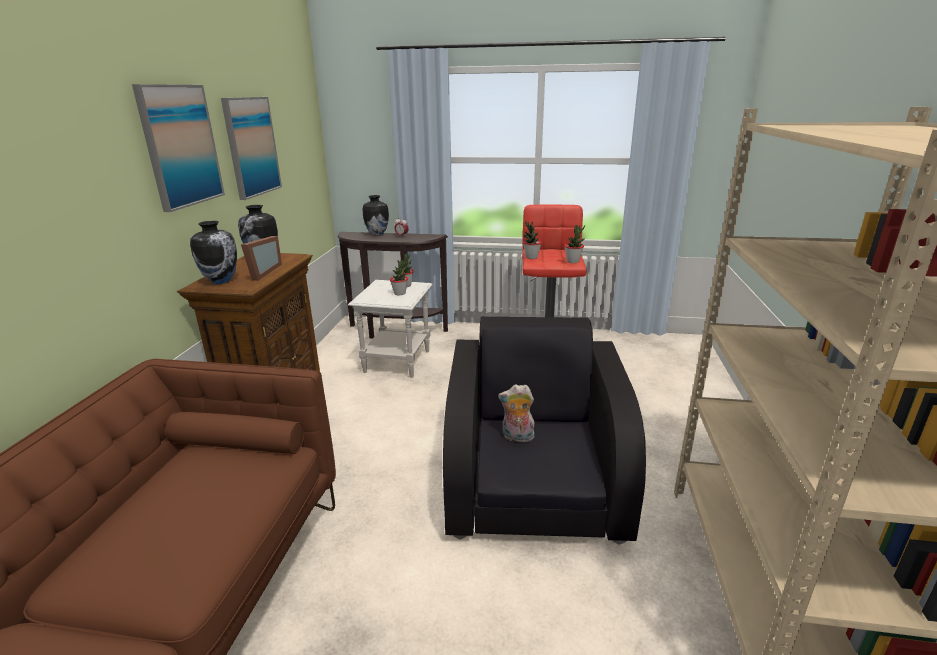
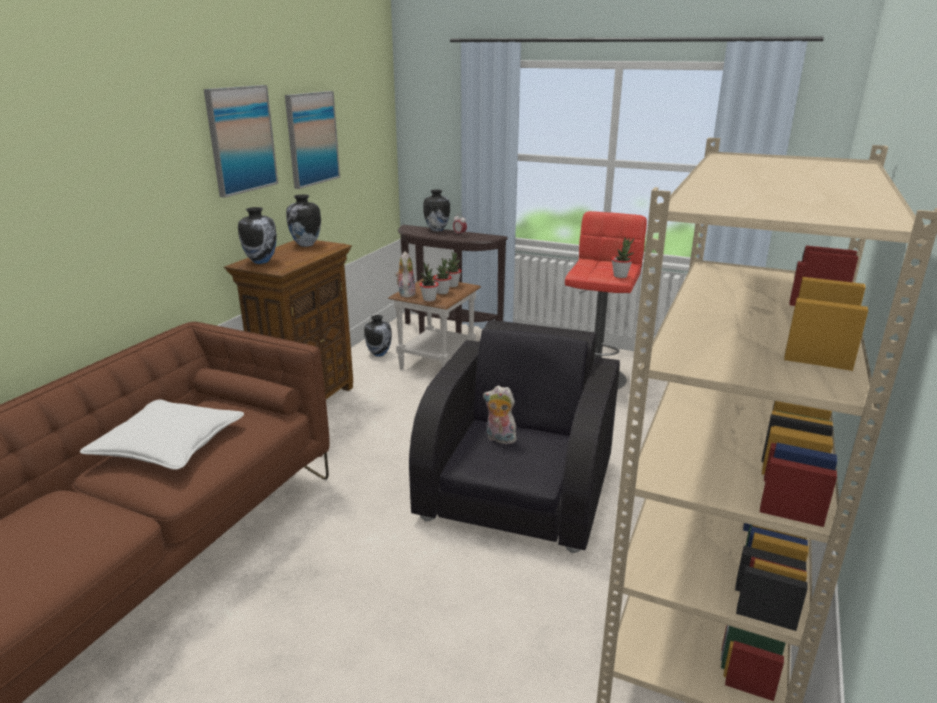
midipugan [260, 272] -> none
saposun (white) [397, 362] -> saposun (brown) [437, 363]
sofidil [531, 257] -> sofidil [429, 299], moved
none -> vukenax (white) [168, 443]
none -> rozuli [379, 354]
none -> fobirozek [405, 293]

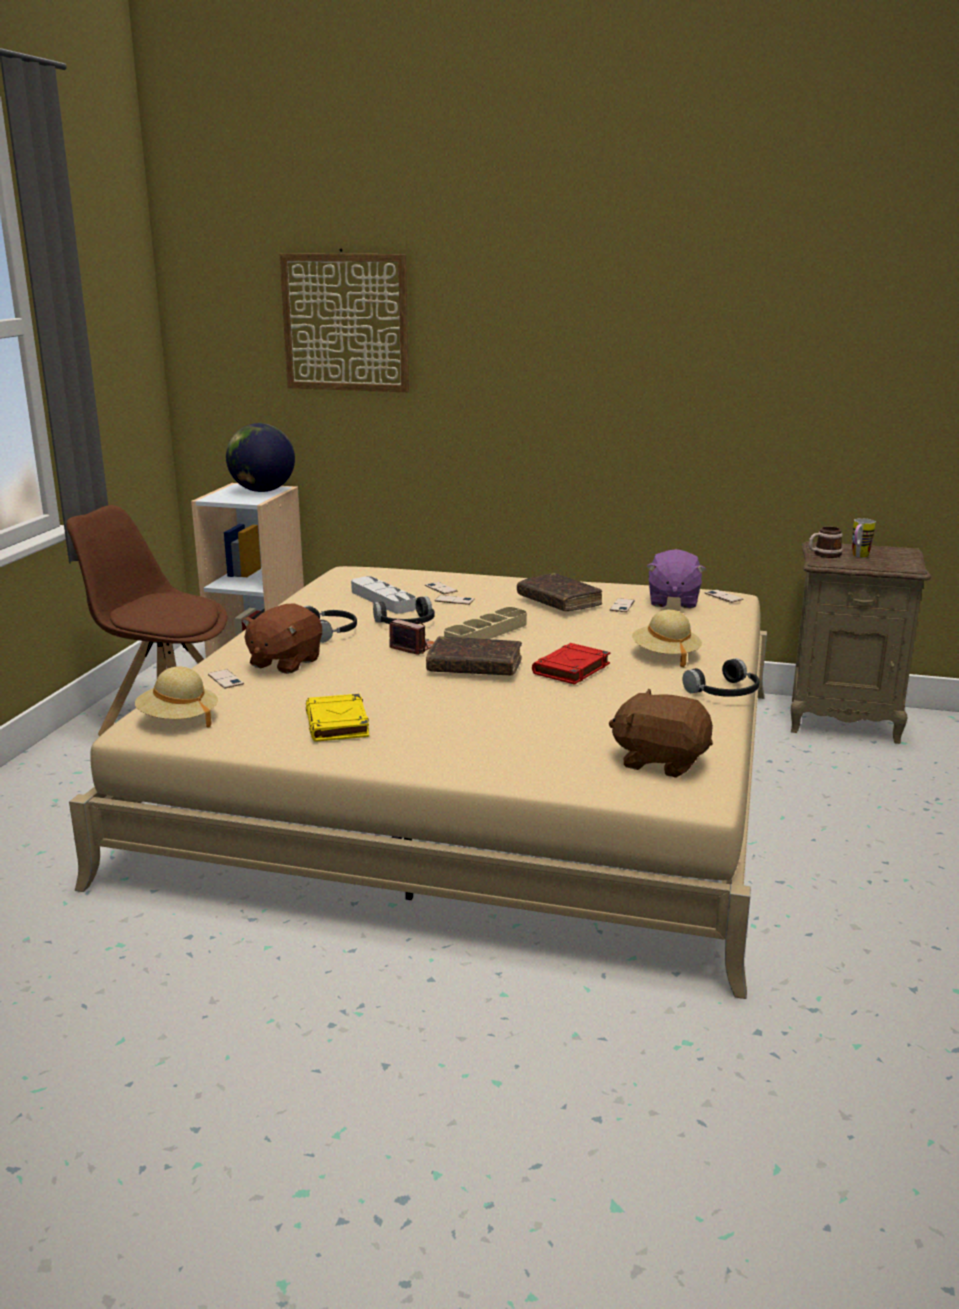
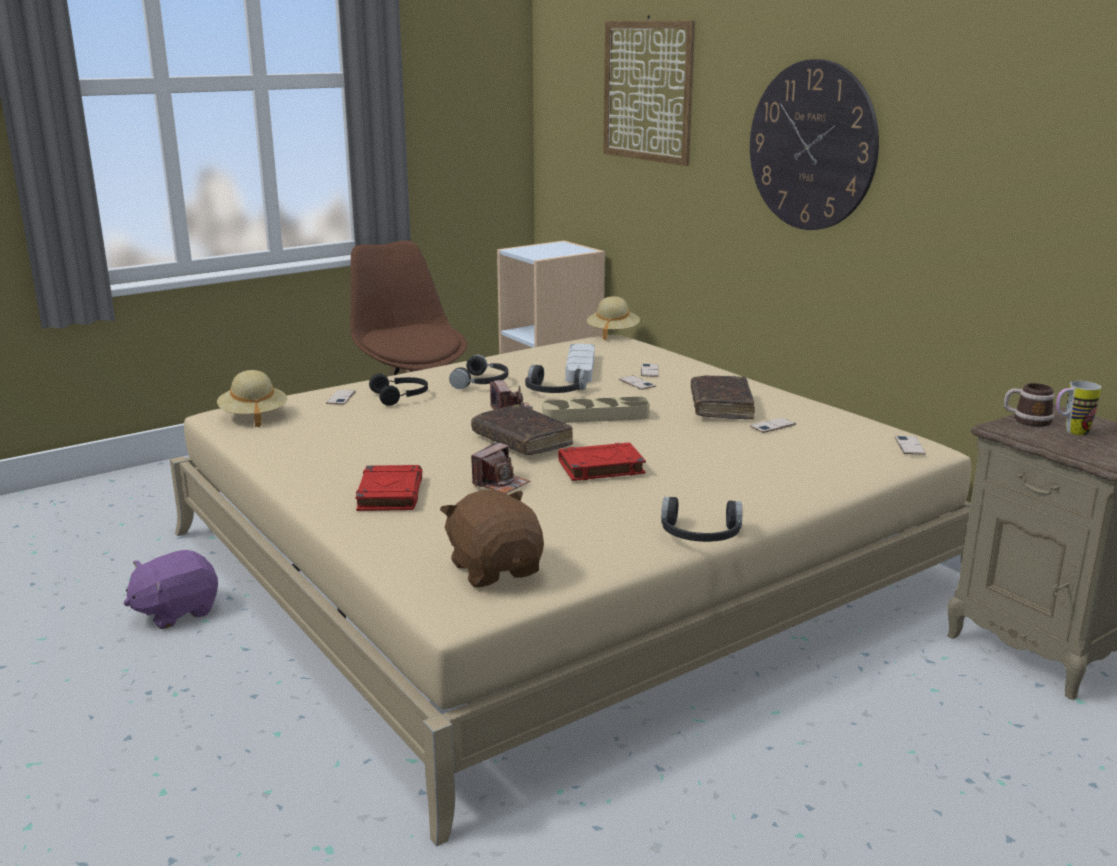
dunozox [262, 491] -> none
fobirozek (brown) [284, 662] -> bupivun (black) [401, 396]
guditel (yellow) [338, 724] -> none
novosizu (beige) [665, 655] -> novosizu (beige) [612, 333], moved
fobirozek (purple) [672, 601] -> fobirozek (purple) [176, 611], moved
none -> guditel (red) [389, 494]
none -> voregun [500, 484]
none -> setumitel [812, 146]

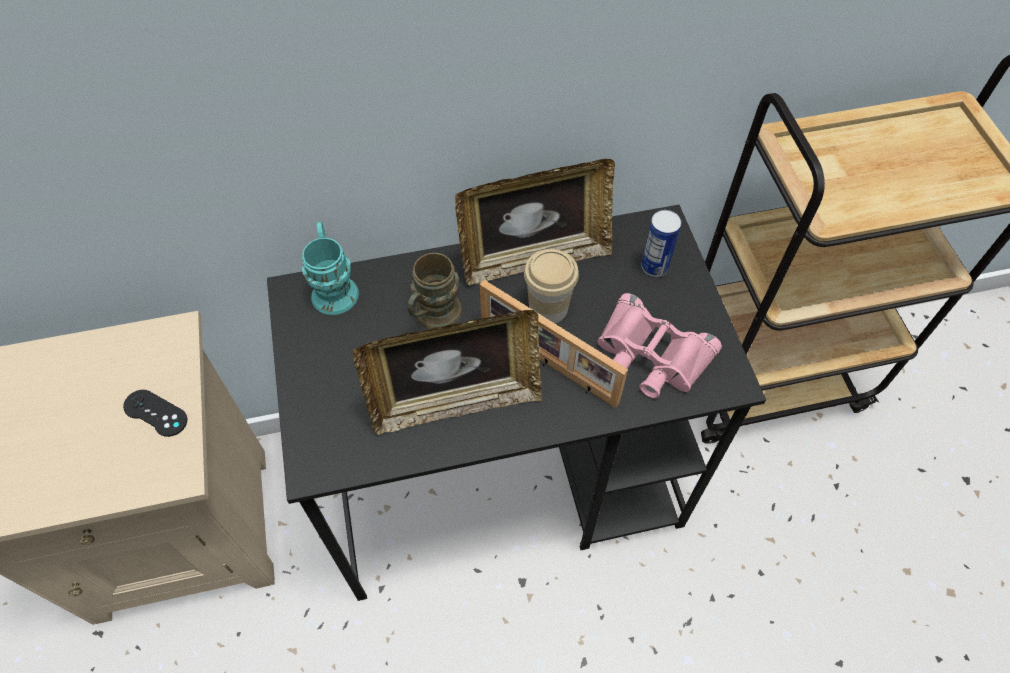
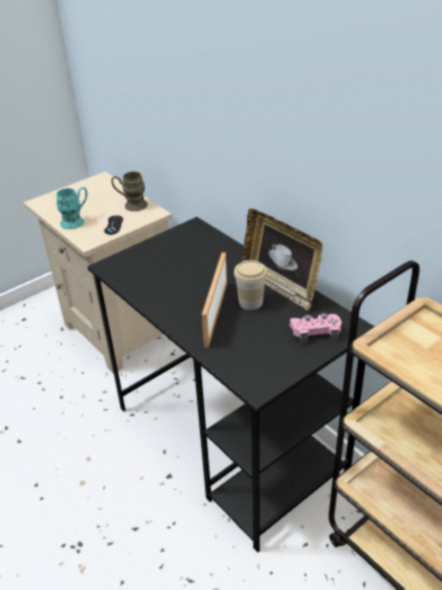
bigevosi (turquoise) [334, 287] -> bigevosi (turquoise) [76, 221], moved
midipugan [455, 402] -> none
bigevosi (brown) [433, 317] -> bigevosi (brown) [131, 205], moved
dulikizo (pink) [650, 355] -> none
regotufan [654, 267] -> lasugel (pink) [315, 332]

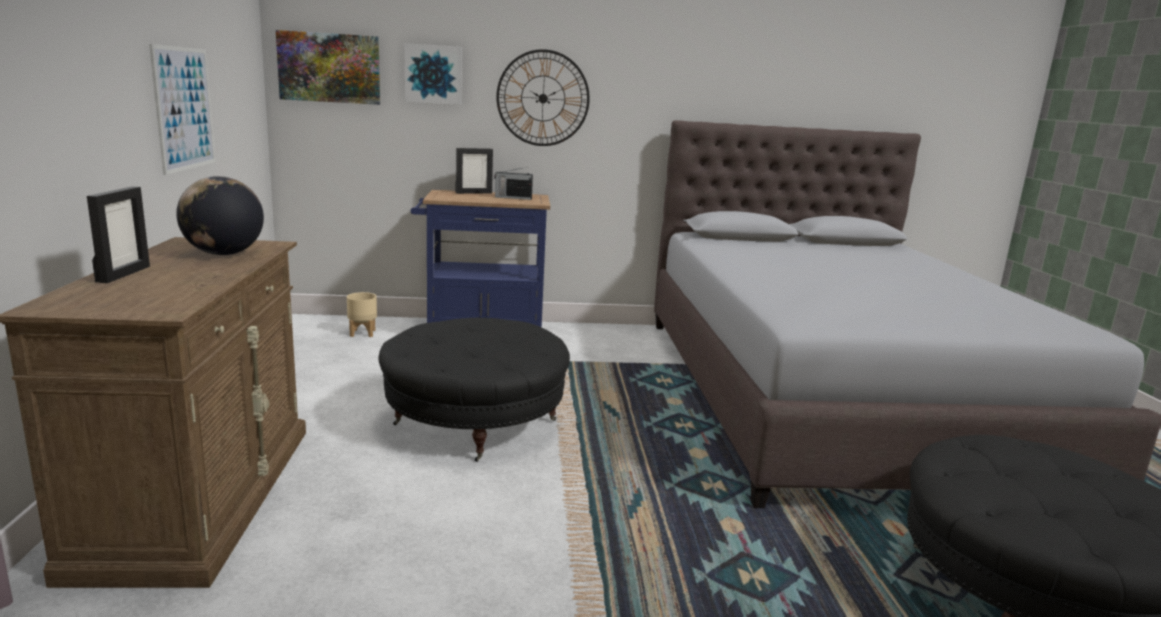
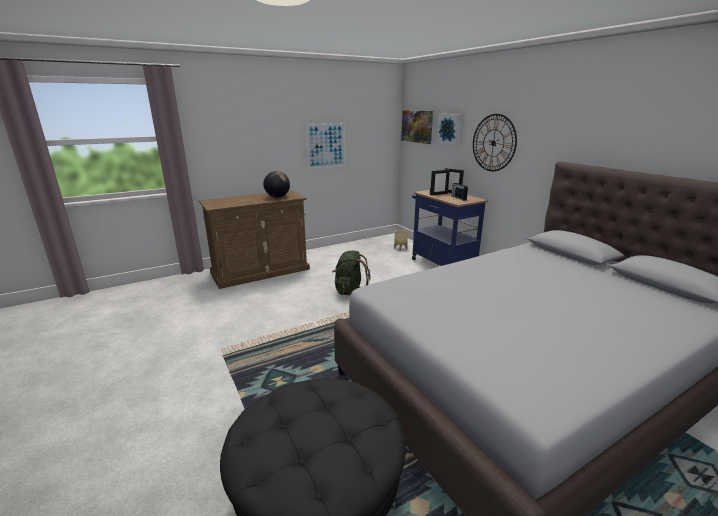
midipugan [123, 274] -> midipugan [438, 194], moved
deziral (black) [475, 422] -> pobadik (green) [349, 290]

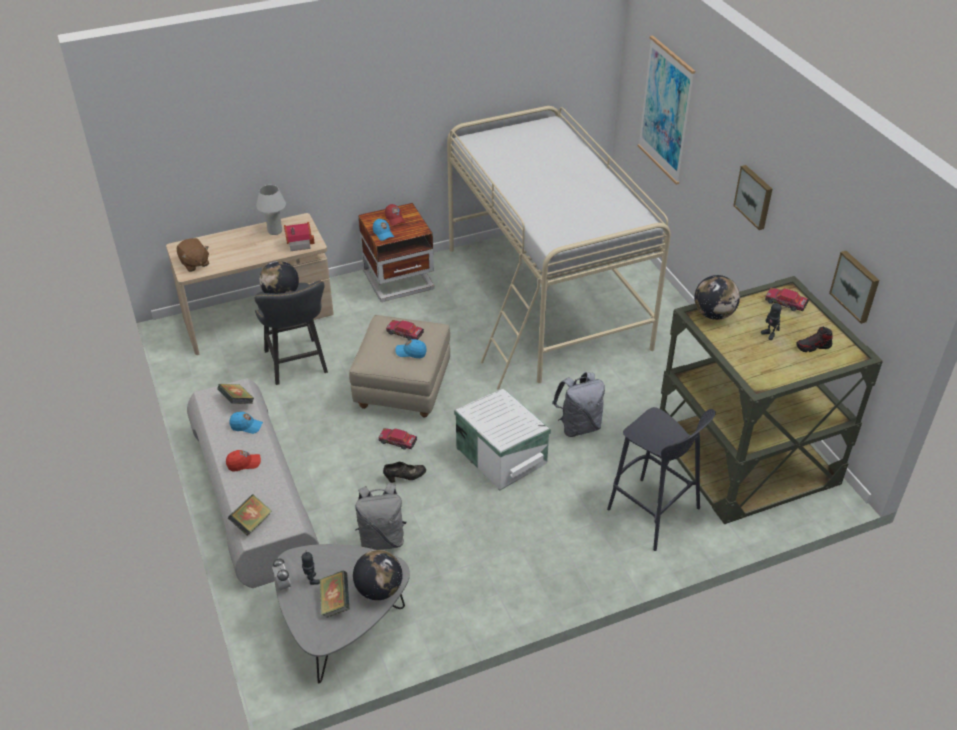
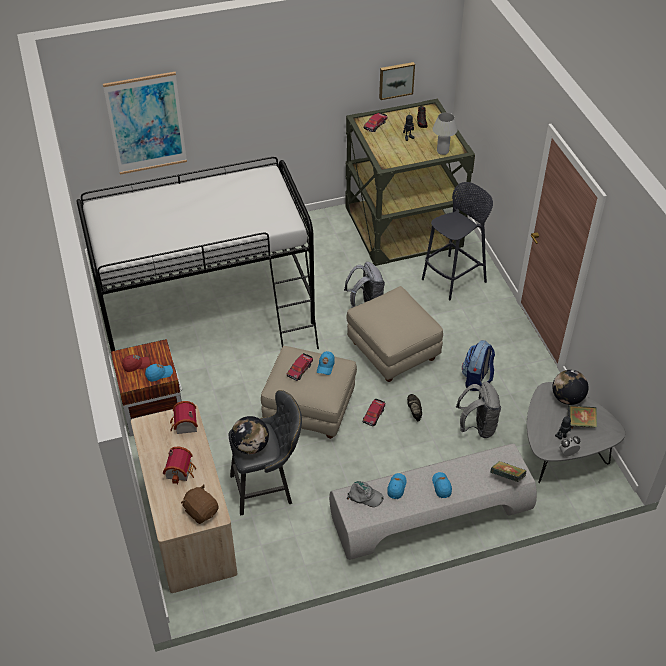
fobirozek (brown) [194, 263] -> fobirozek (brown) [201, 511], 105 degrees counterclockwise
guditel [237, 402] -> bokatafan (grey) [364, 496]
bokatafan (red) [244, 463] -> bokatafan (blue) [442, 486]
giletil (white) [275, 231] -> giletil (white) [442, 151], moved
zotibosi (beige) [545, 300] -> zotibosi (black) [208, 309]
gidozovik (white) [501, 454] -> deziral (beige) [392, 351]
dunozox [713, 314] -> none
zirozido [754, 196] -> none
none -> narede [181, 470]
none -> pobadik [477, 379]

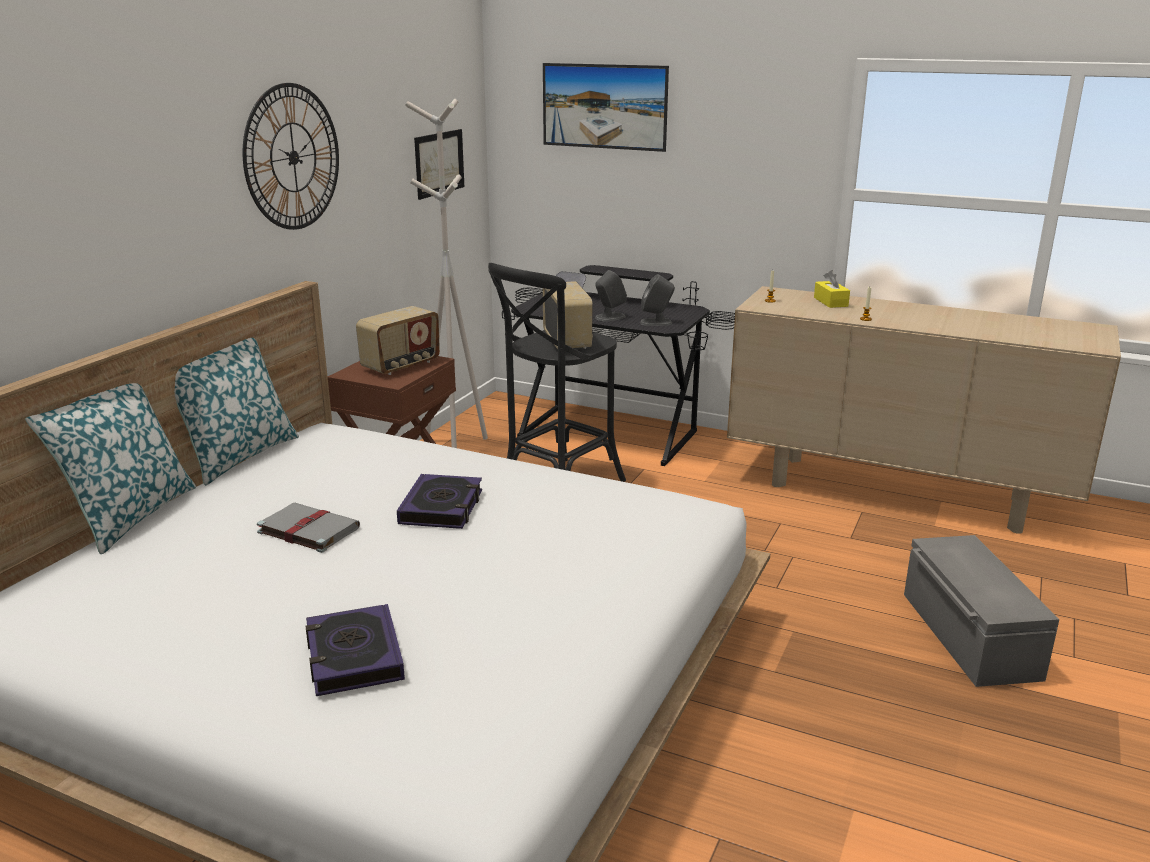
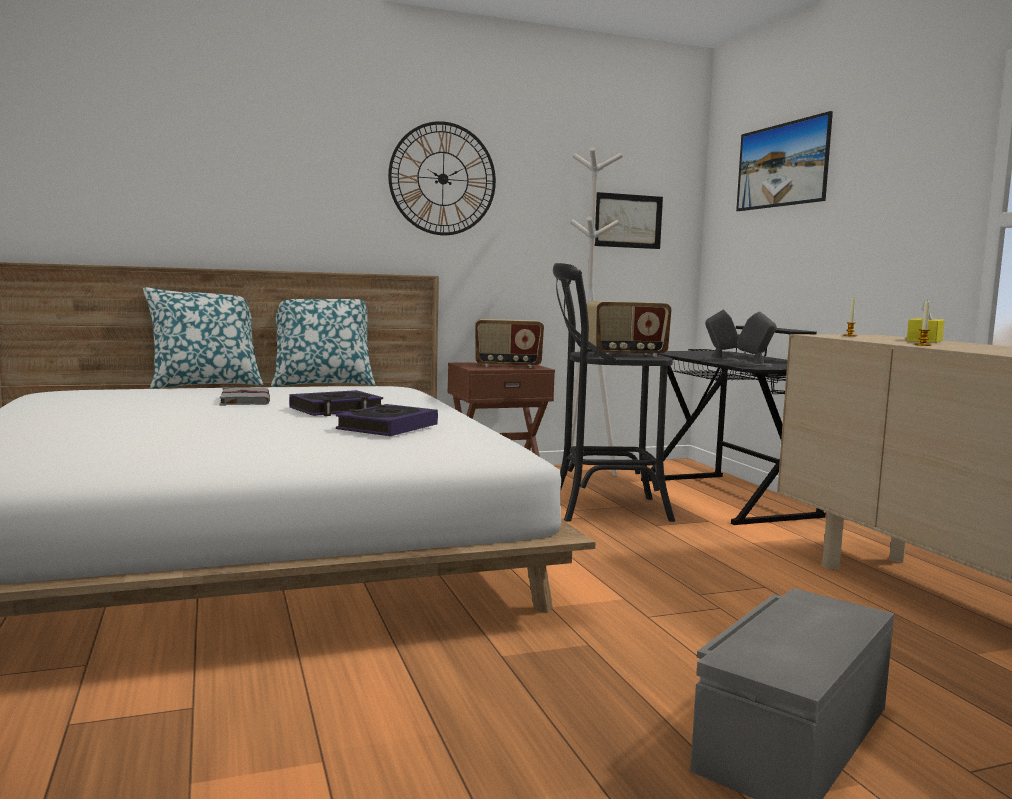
guditel [354, 657] -> guditel [387, 427], moved
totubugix [568, 341] -> totubugix [626, 355], 45 degrees clockwise

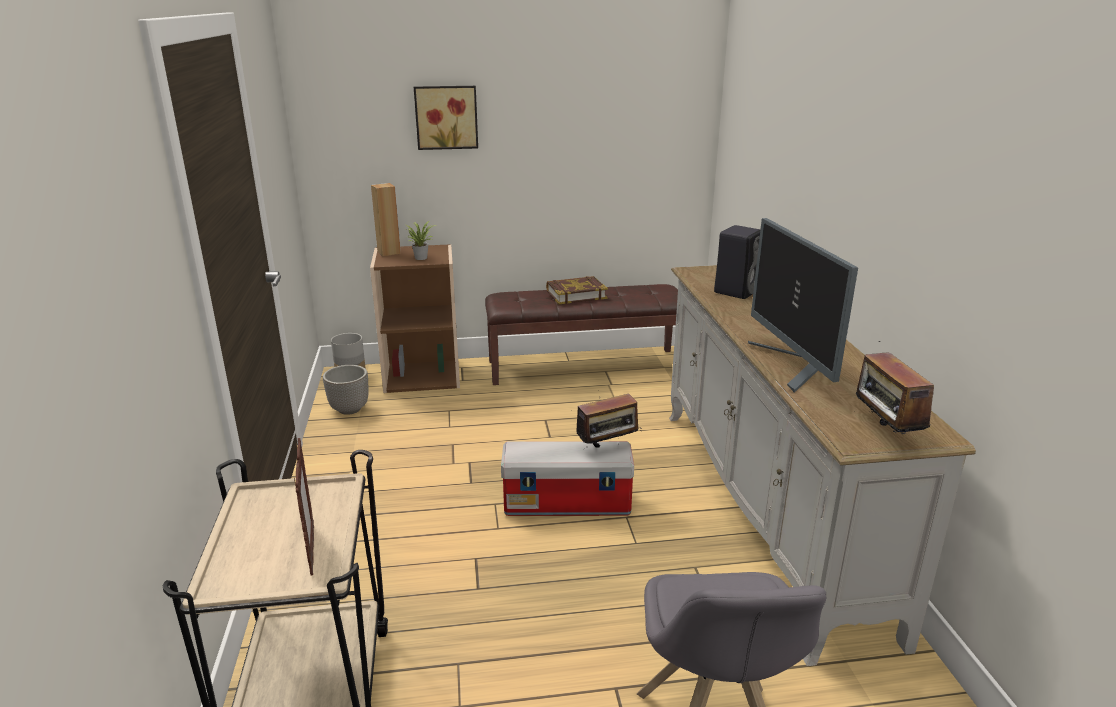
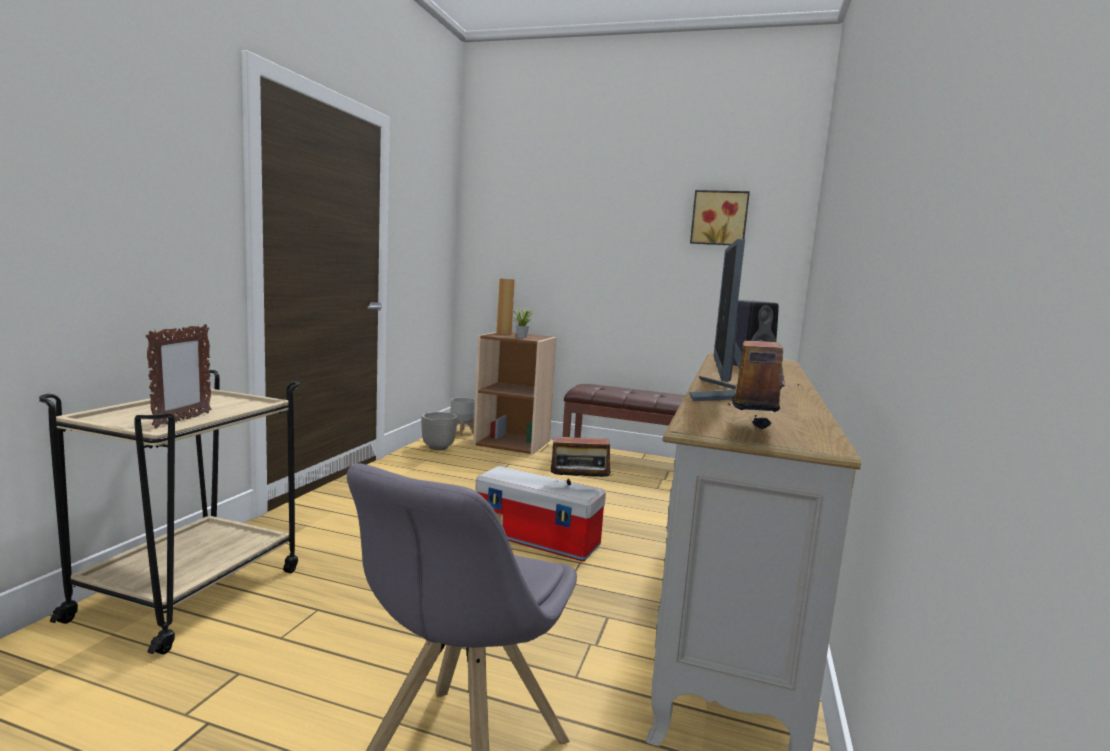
zirozido [446, 117] -> zirozido [719, 218], moved
guditel [576, 294] -> none

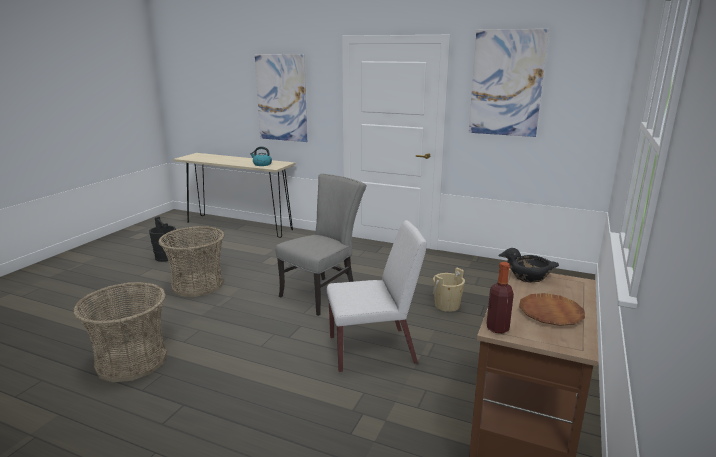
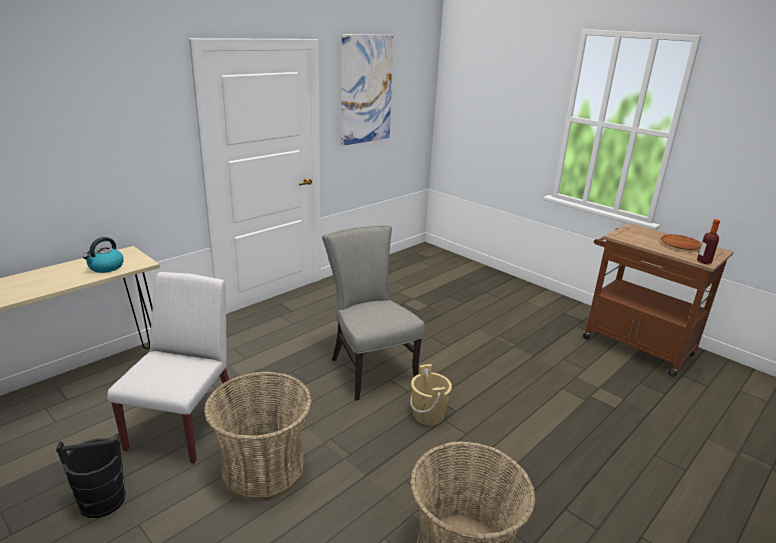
zirozido [281, 98] -> none
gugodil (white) [373, 349] -> gugodil (white) [183, 425], moved
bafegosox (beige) [447, 305] -> bafegosox (beige) [428, 414], moved
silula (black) [529, 277] -> none

